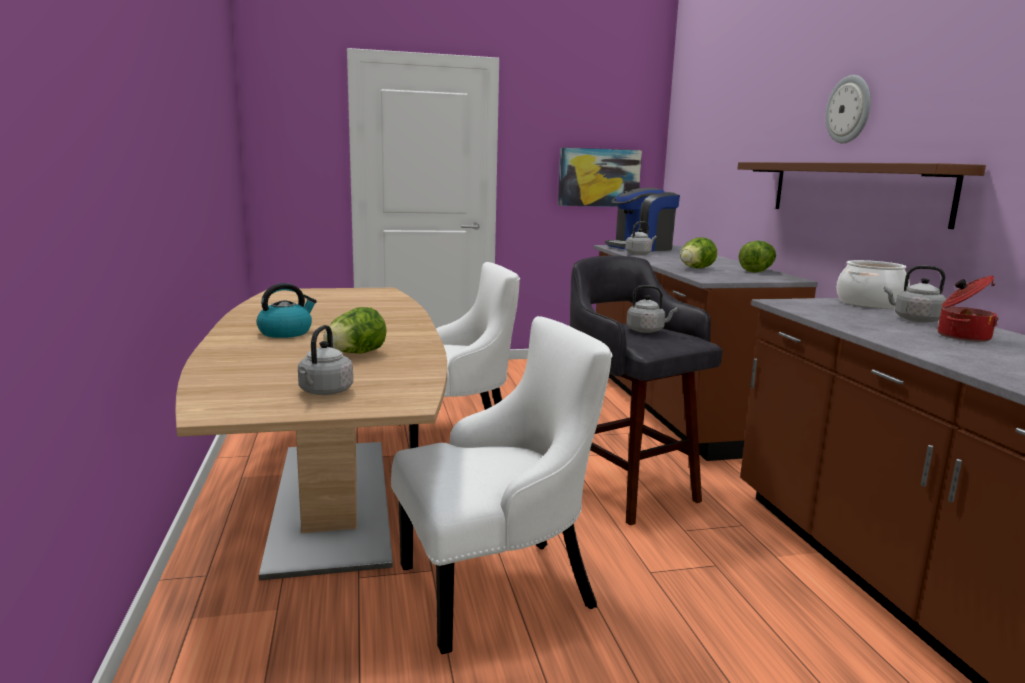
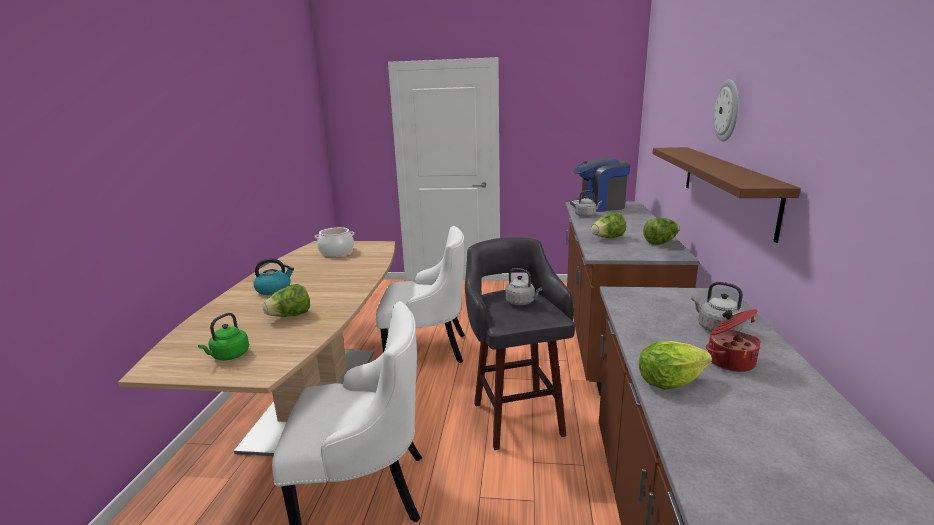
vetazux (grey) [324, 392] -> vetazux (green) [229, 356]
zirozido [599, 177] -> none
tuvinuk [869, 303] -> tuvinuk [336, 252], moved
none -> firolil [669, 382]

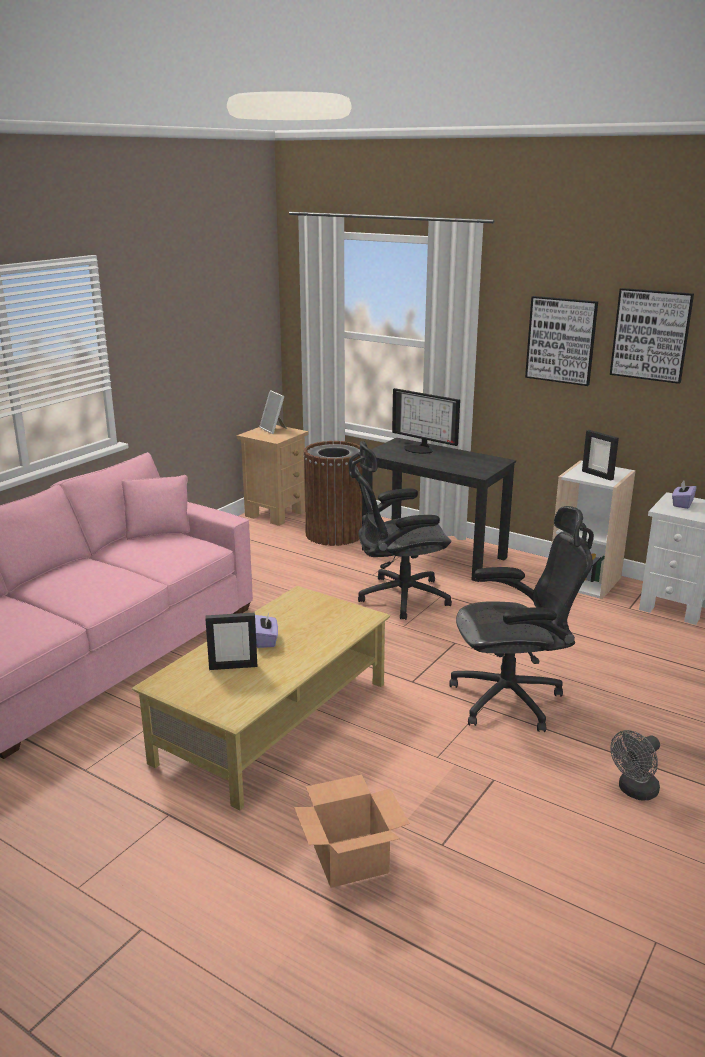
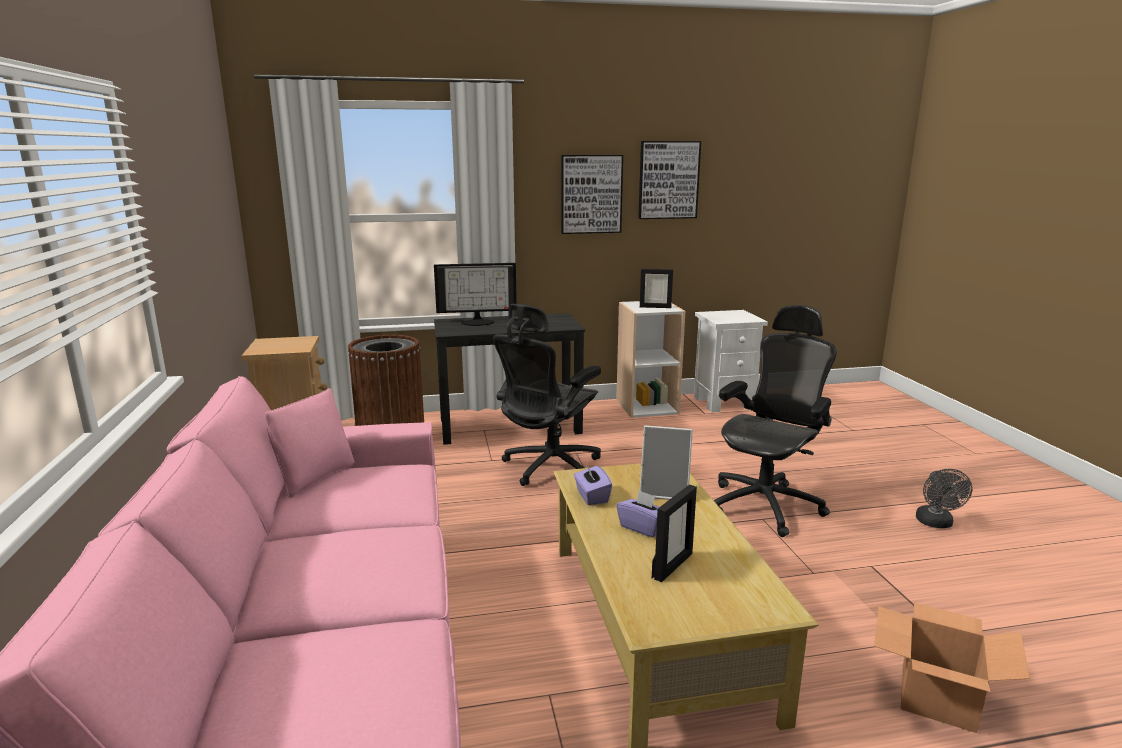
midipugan [274, 429] -> midipugan [665, 492], moved
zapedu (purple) [682, 504] -> zapedu (purple) [592, 496], moved

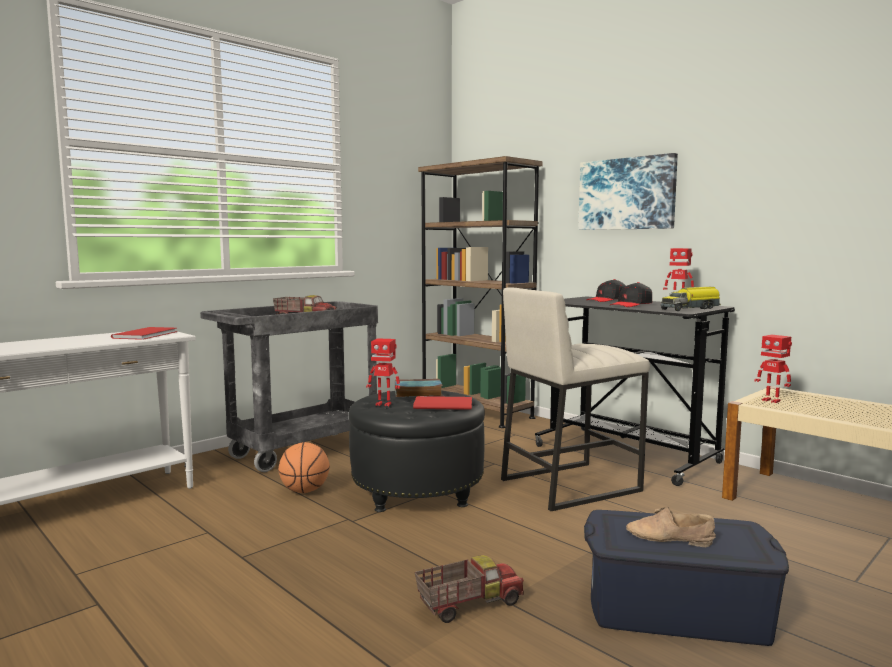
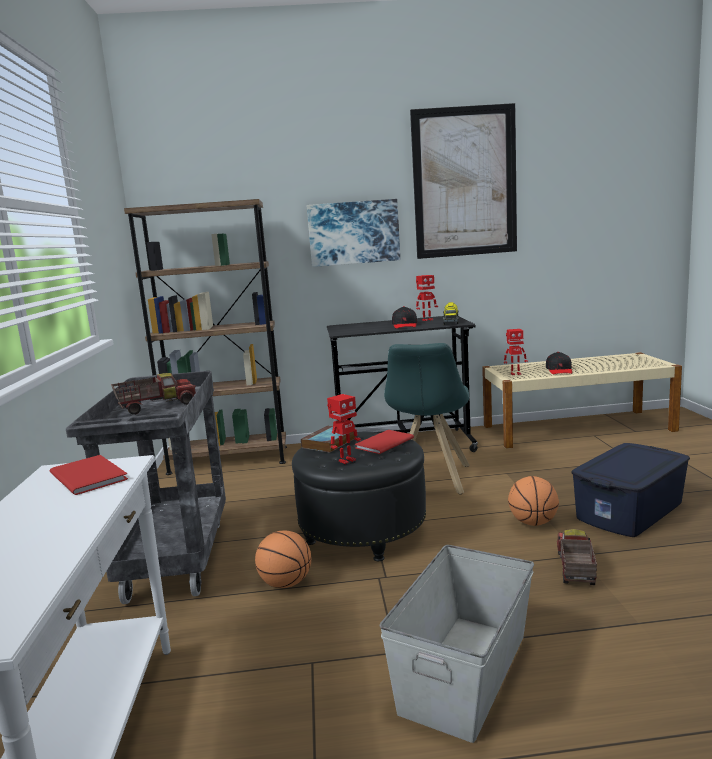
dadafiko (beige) [570, 485] -> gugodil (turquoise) [430, 478]
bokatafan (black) [607, 300] -> bokatafan (black) [559, 370], moved
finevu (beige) [669, 538] -> none
none -> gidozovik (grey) [463, 672]
none -> zirozido [464, 182]
none -> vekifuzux [533, 523]

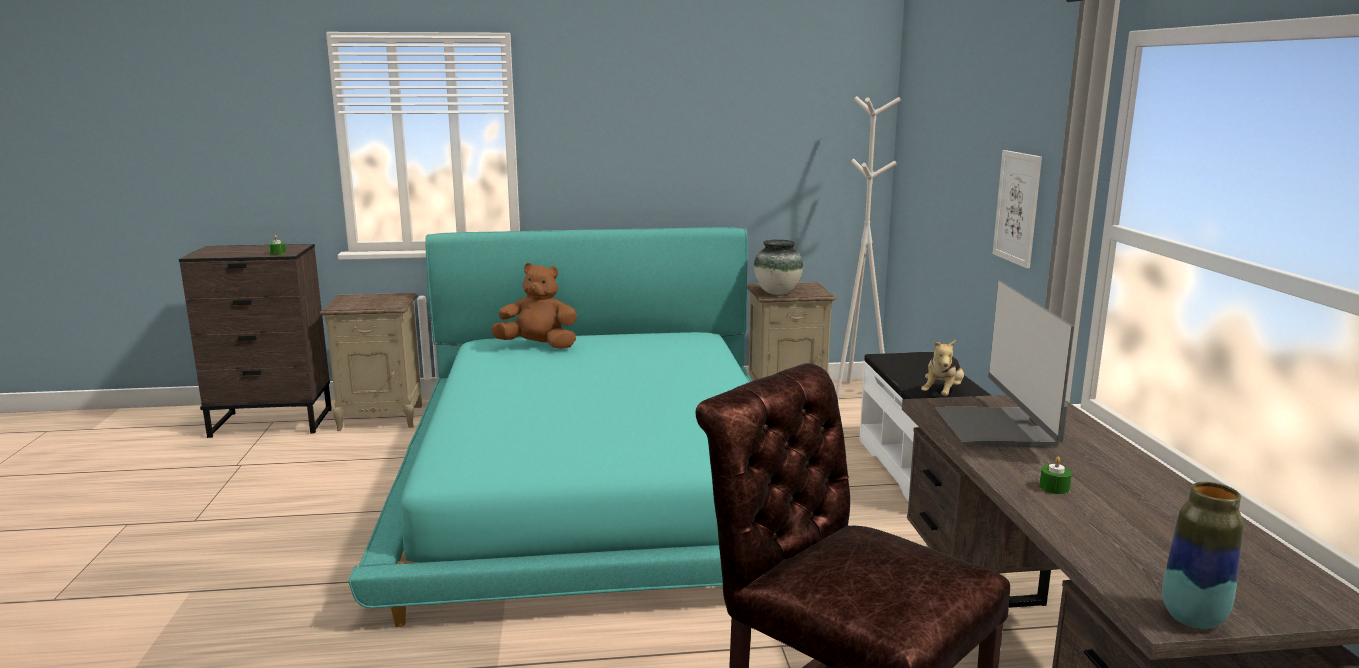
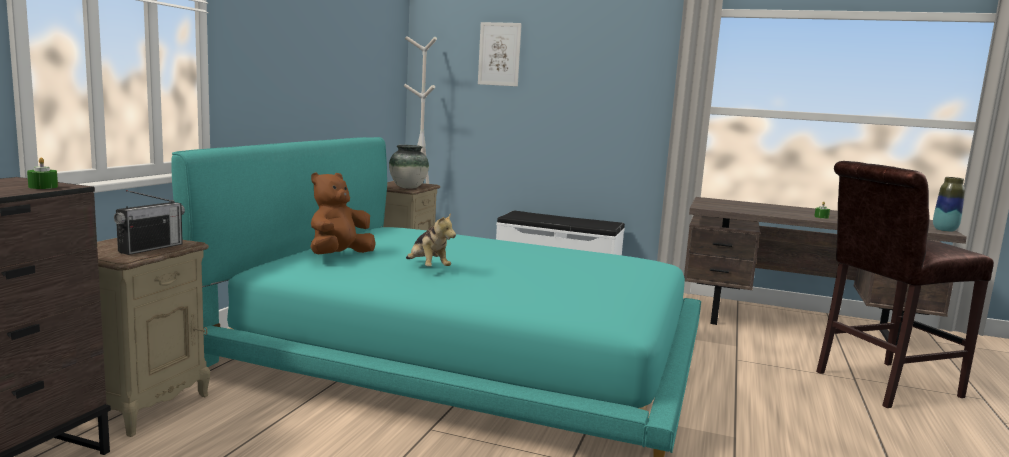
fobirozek [943, 393] -> fobirozek [427, 268], moved
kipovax [997, 428] -> none
zirozido [1017, 207] -> zirozido [499, 54], moved
none -> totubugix [151, 248]

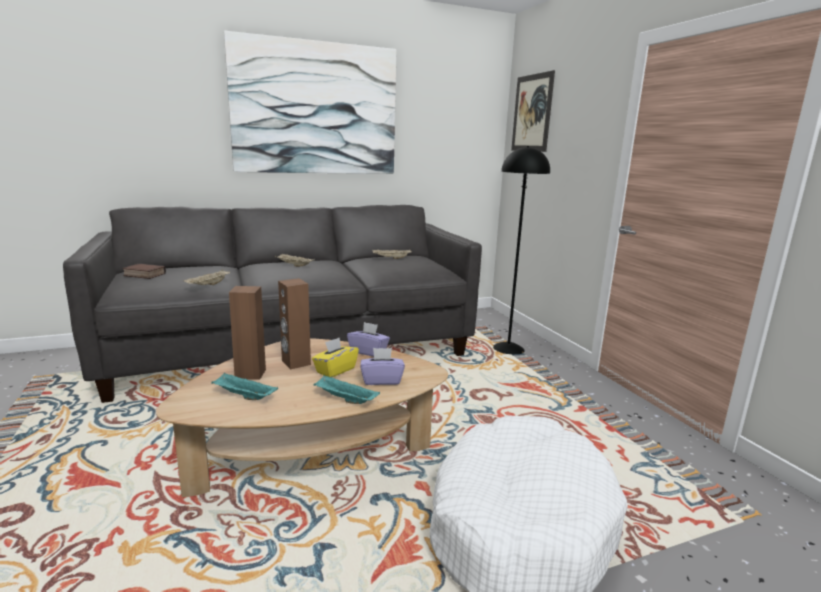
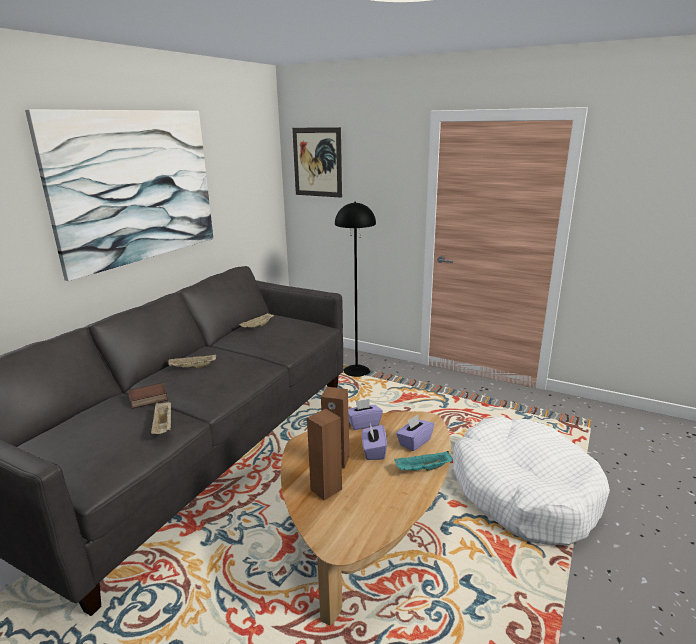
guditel [143, 275] -> guditel [148, 399], moved
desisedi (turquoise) [243, 396] -> none
zapedu (yellow) [335, 370] -> zapedu (purple) [373, 451]

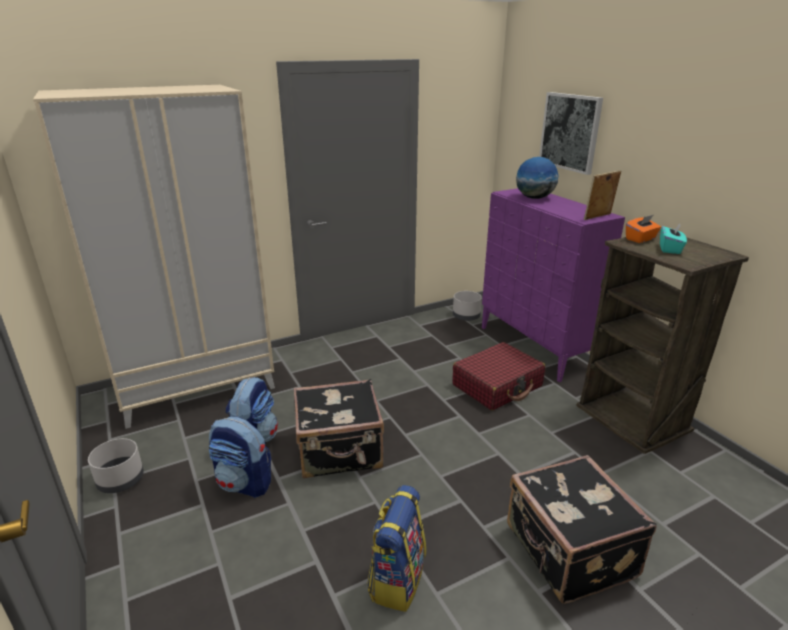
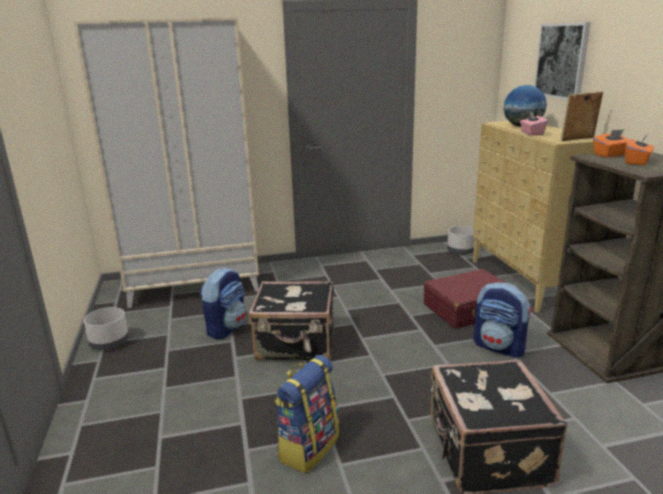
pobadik [244, 483] -> pobadik [500, 347], moved
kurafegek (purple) [534, 348] -> kurafegek (beige) [521, 282]
zapedu (turquoise) [670, 249] -> zapedu (orange) [637, 162]
none -> zapedu (pink) [531, 133]

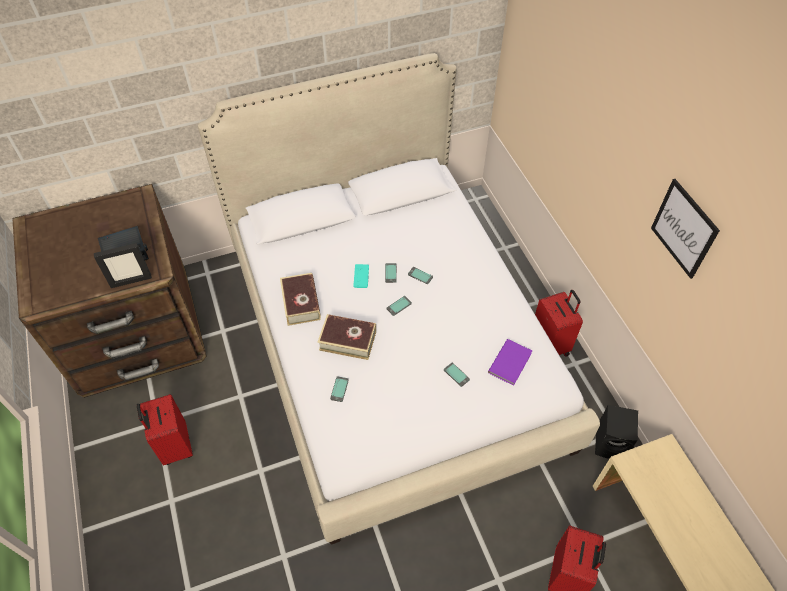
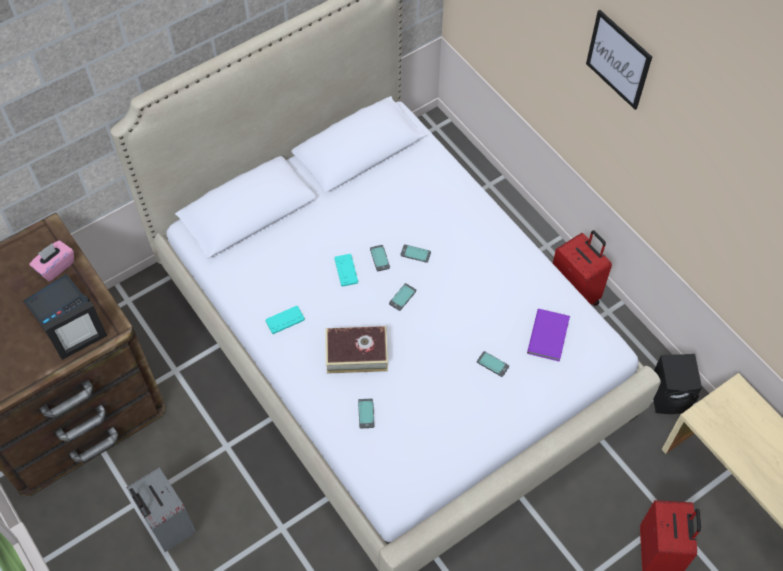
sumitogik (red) [175, 446] -> sumitogik (grey) [168, 526]
guditel [301, 303] -> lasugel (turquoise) [285, 320]
zirozido [684, 228] -> zirozido [618, 59], moved
none -> zapedu (pink) [55, 266]

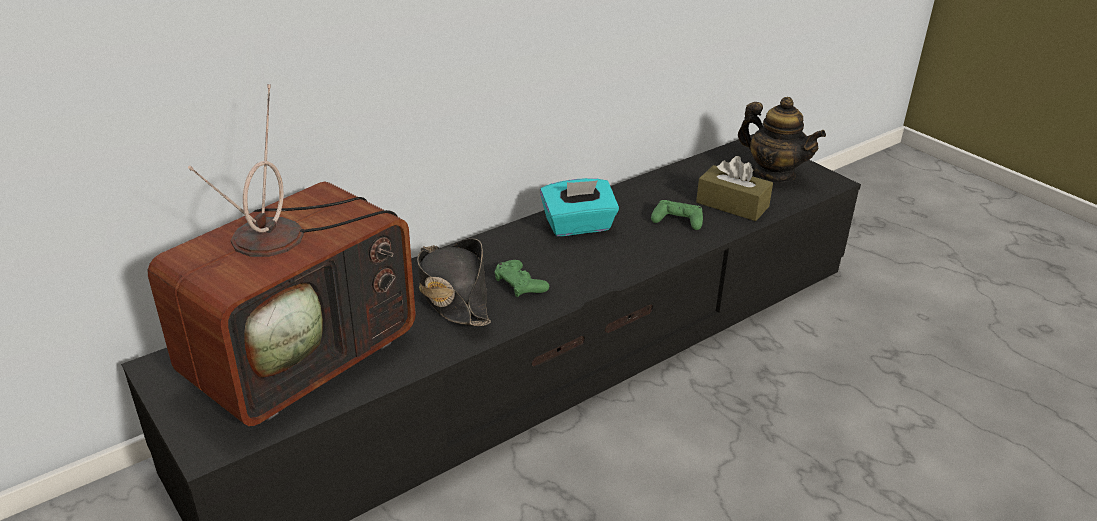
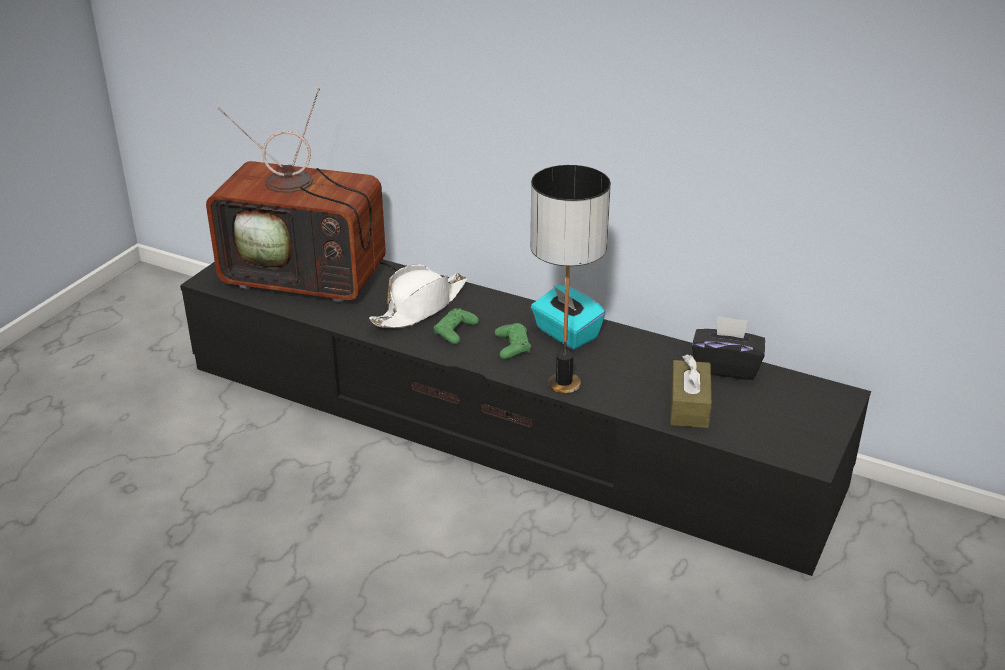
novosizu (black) [452, 293] -> novosizu (white) [420, 307]
lasugel (green) [677, 220] -> lasugel (green) [512, 346], moved
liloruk [774, 174] -> none
none -> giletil [563, 383]
none -> zapedu (black) [725, 367]

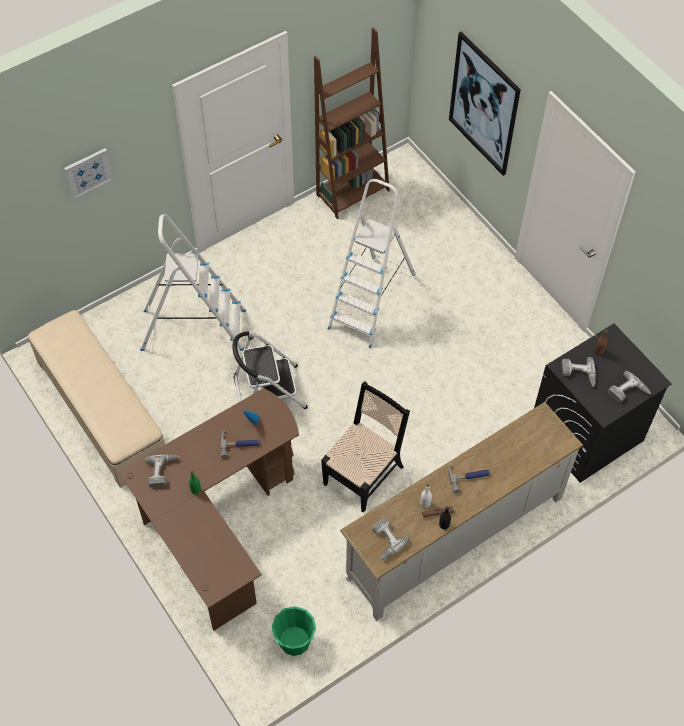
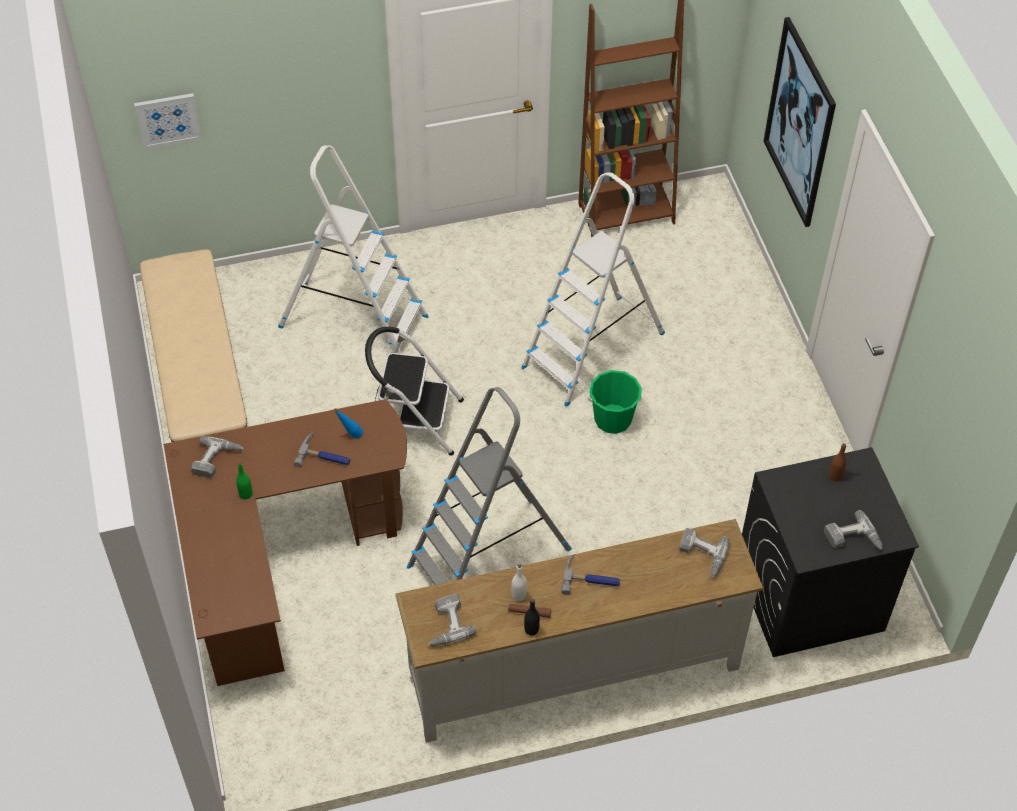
zirozido [88, 173] -> zirozido [168, 119], moved
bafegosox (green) [294, 641] -> bafegosox (green) [613, 419], moved
gugodil [363, 475] -> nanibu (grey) [488, 558]
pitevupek [578, 374] -> pitevupek [701, 555], moved

